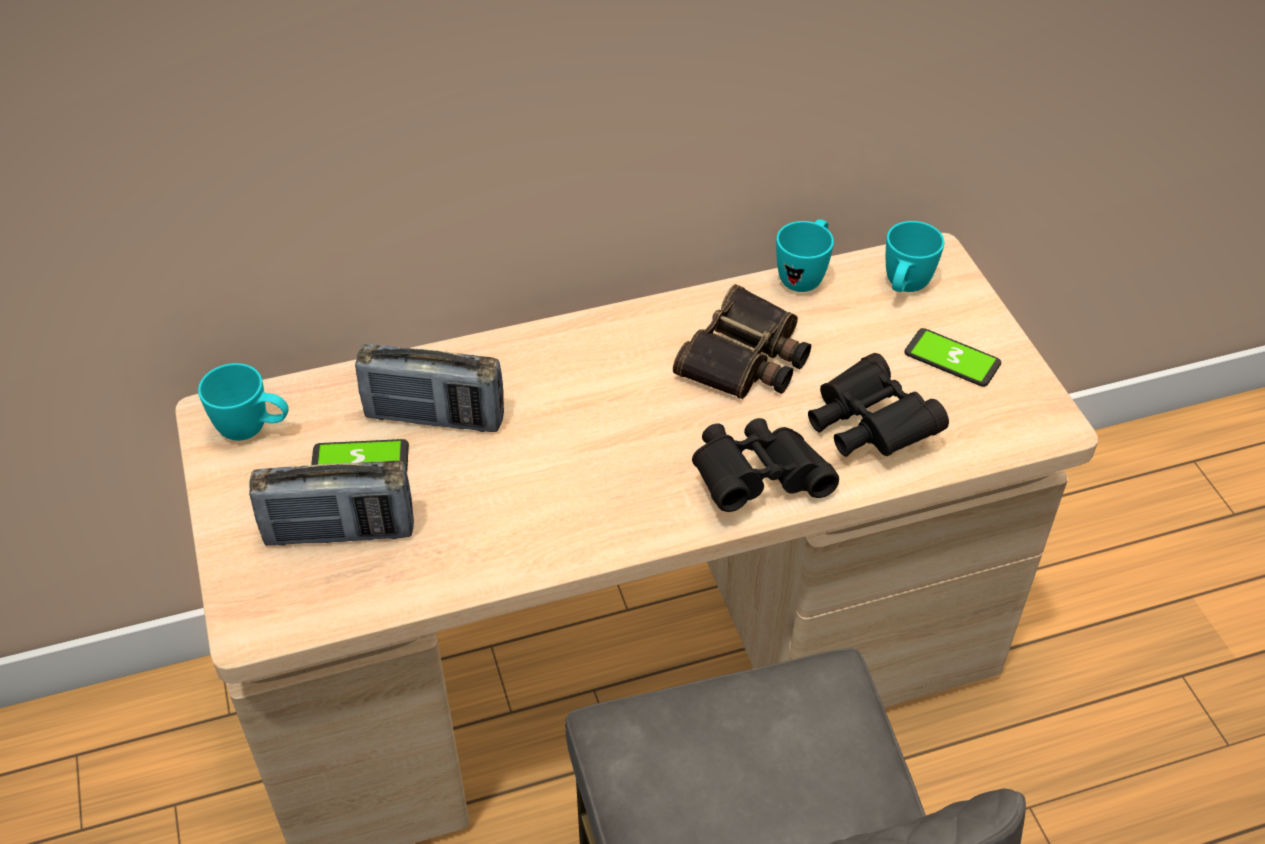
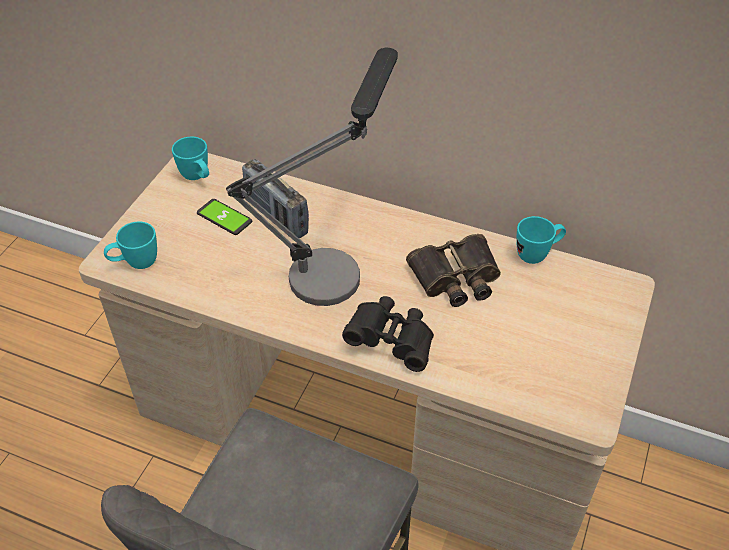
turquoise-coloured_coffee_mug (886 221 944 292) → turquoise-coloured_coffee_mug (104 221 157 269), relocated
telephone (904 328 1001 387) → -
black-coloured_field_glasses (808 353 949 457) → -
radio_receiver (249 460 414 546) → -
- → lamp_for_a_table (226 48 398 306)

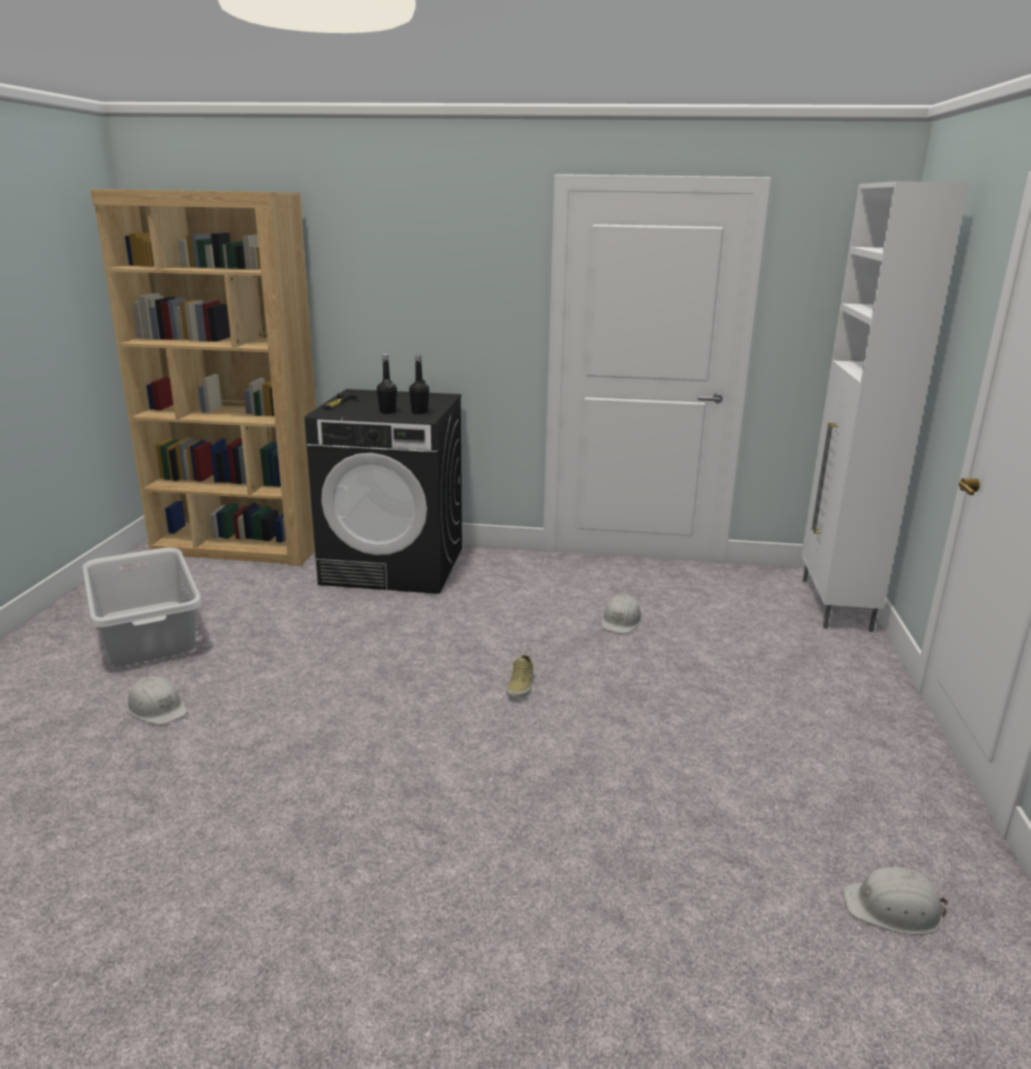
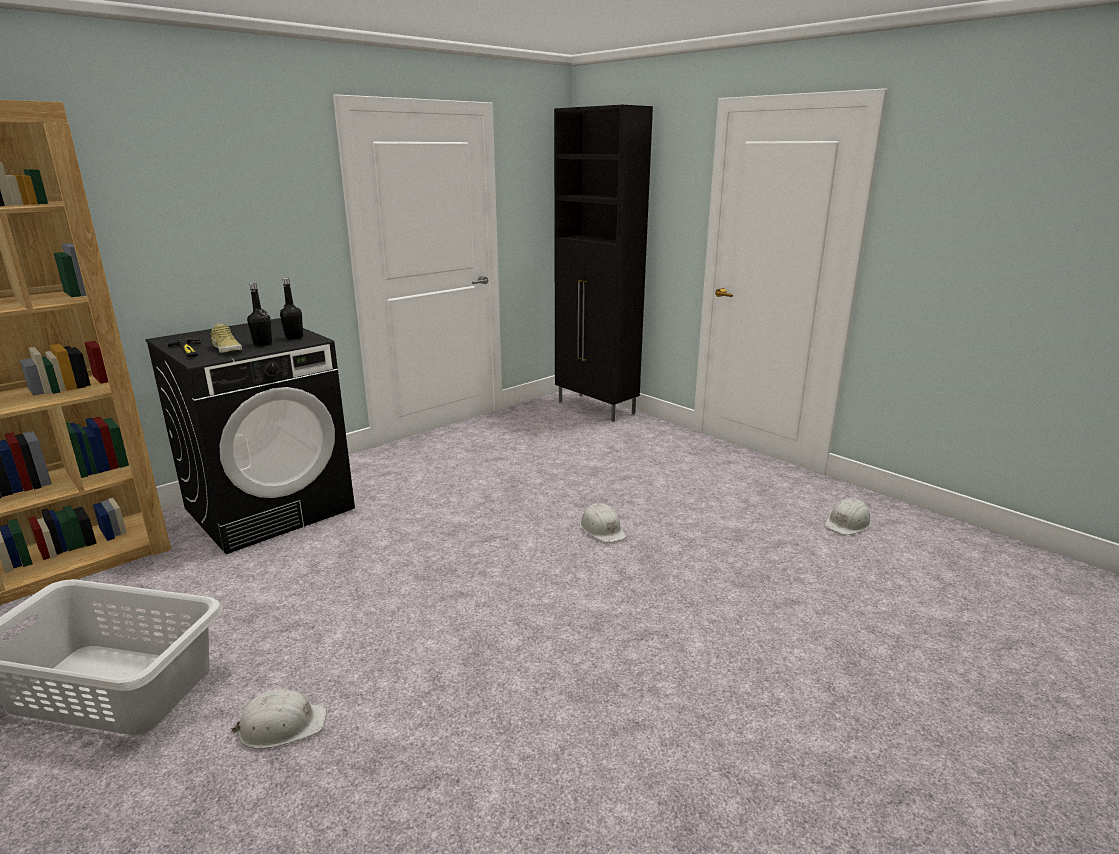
white_cupboard (801 181 969 632) → black-coloured_cupboard (554 105 653 422)
white_safety_helmet (602 594 642 634) → white_safety_helmet (580 503 626 543), relocated
beige_low_shoe (506 654 534 698) → beige_low_shoe (211 323 242 353), relocated

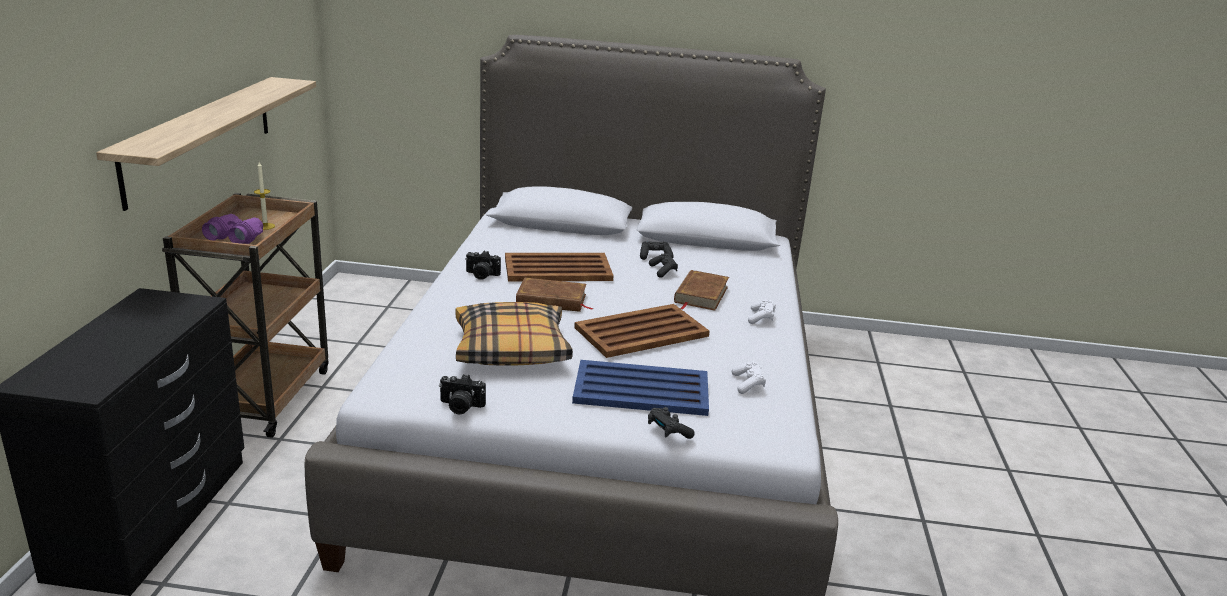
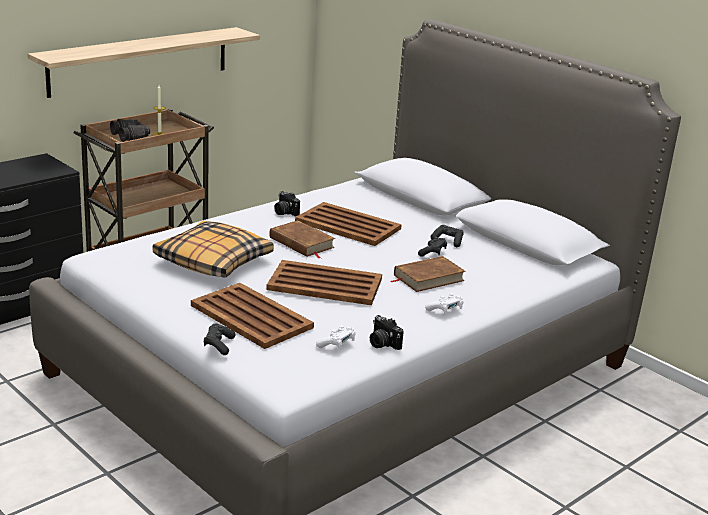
purplish_field_glasses (202 214 263 244) → black-coloured_field_glasses (110 119 150 142)
bluish_serving_tray (572 360 709 416) → brown_serving_tray (191 283 314 349)
photo_camera (439 374 486 415) → photo_camera (370 315 404 350), relocated

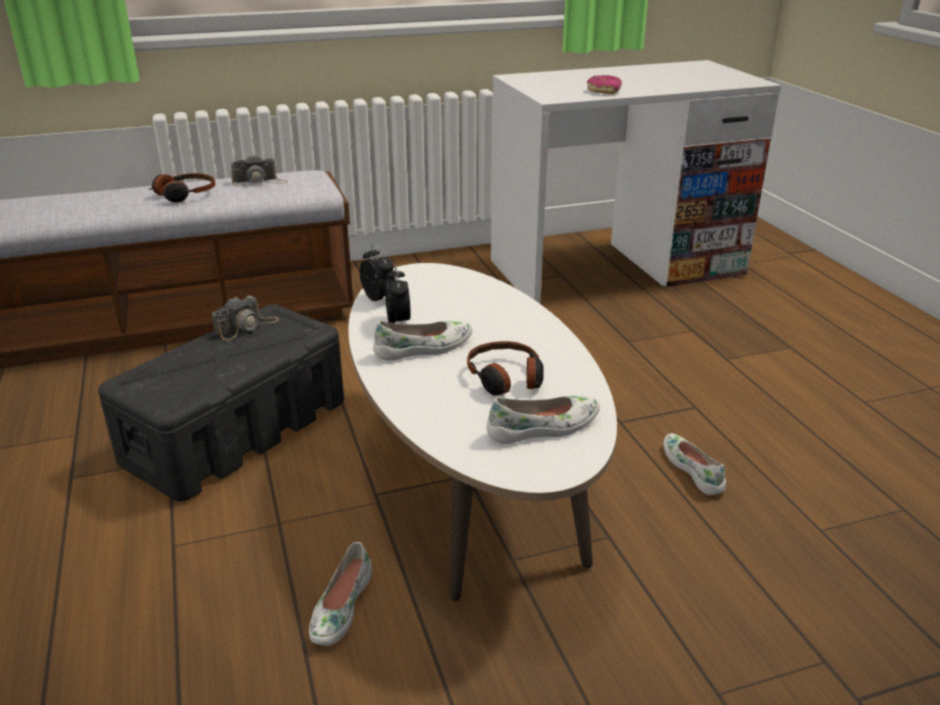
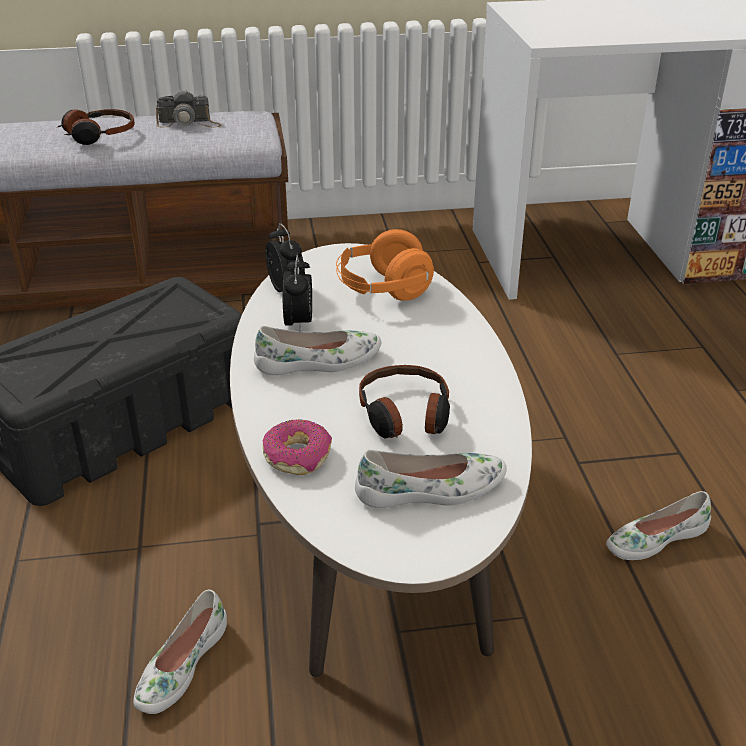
ring_doughnut (587 75 622 94) → ring_doughnut (263 419 332 475), relocated
photo_camera (212 296 279 340) → -
white_low_shoe (663 433 726 495) → white_low_shoe (606 491 711 560), 105 degrees counterclockwise
- → orange_pair_of_headphones (336 229 434 301)

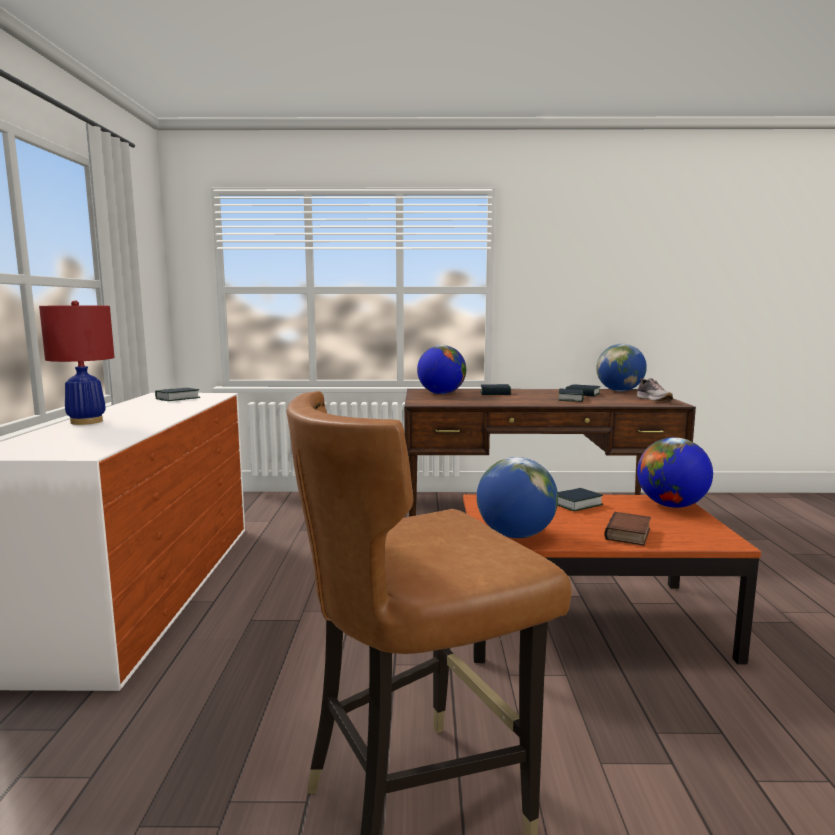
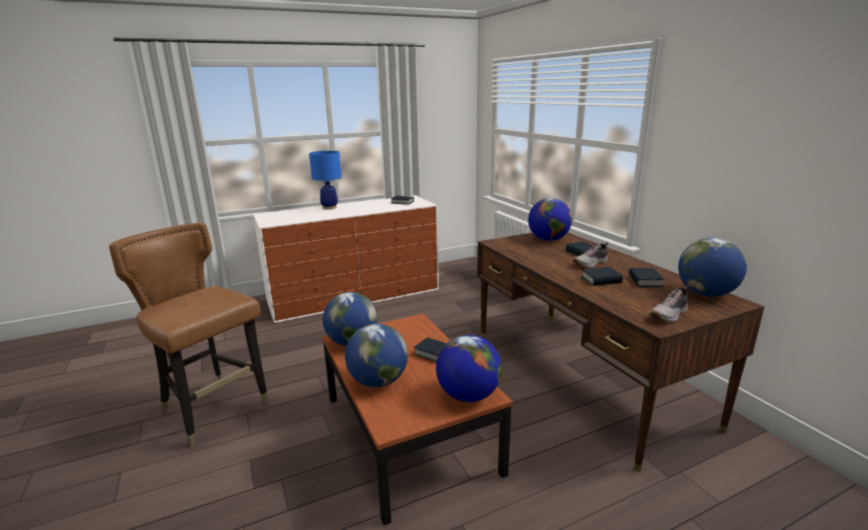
red_lamp_for_a_table (39 300 114 425) → bluish_lamp_for_a_table (309 150 341 210)
book (604 512 651 546) → globe (345 324 408 387)
- → low_shoe (573 242 608 268)

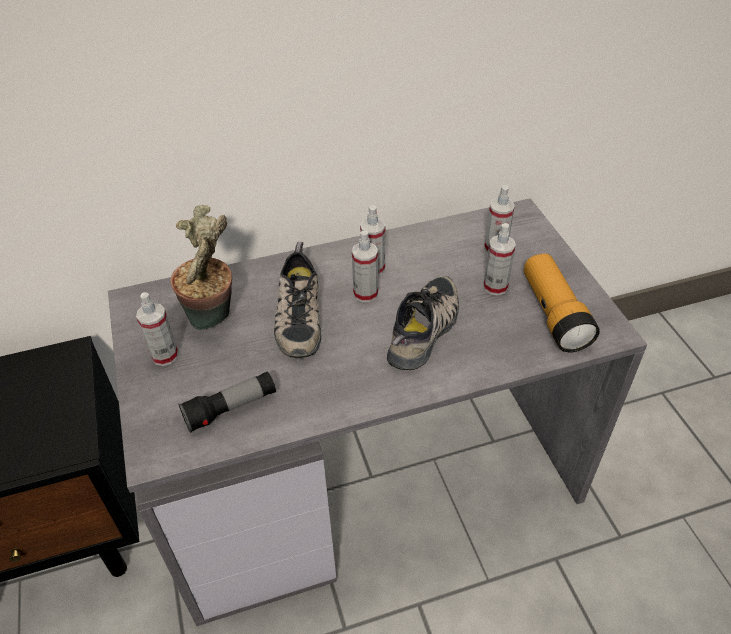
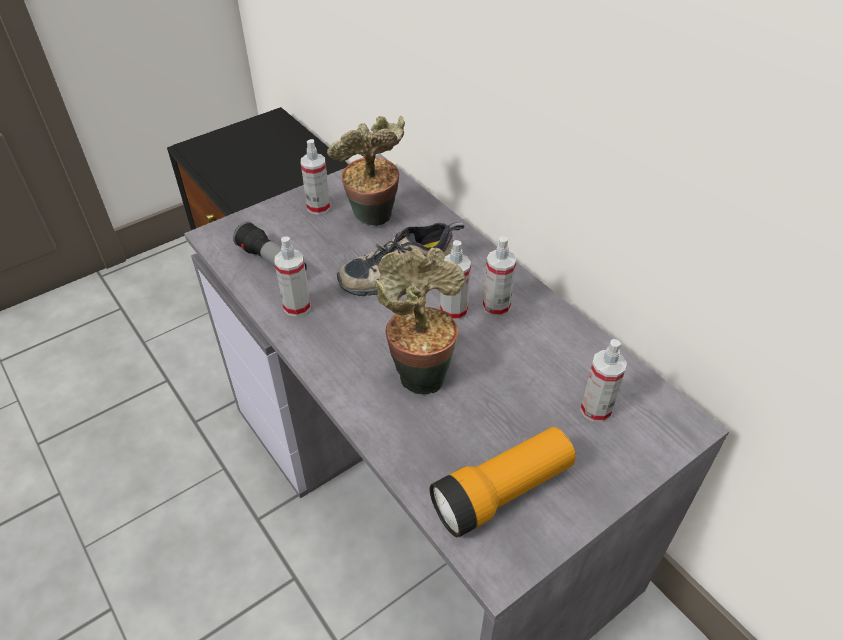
sprayer (483 223 516 296) → sprayer (274 237 311 317), relocated
low_shoe (387 276 459 370) → potted_plant (375 248 465 395)

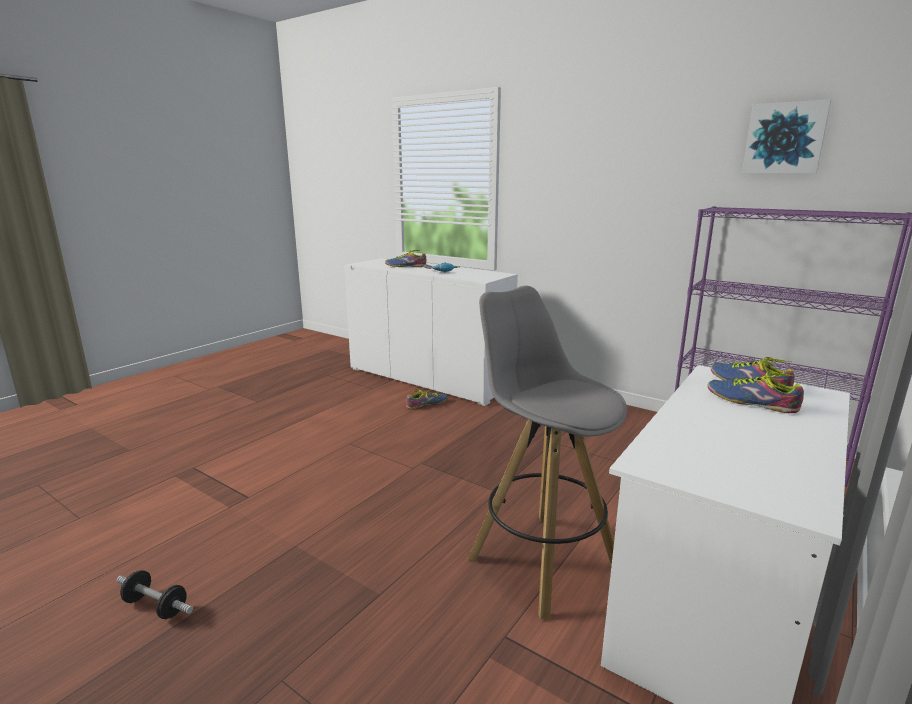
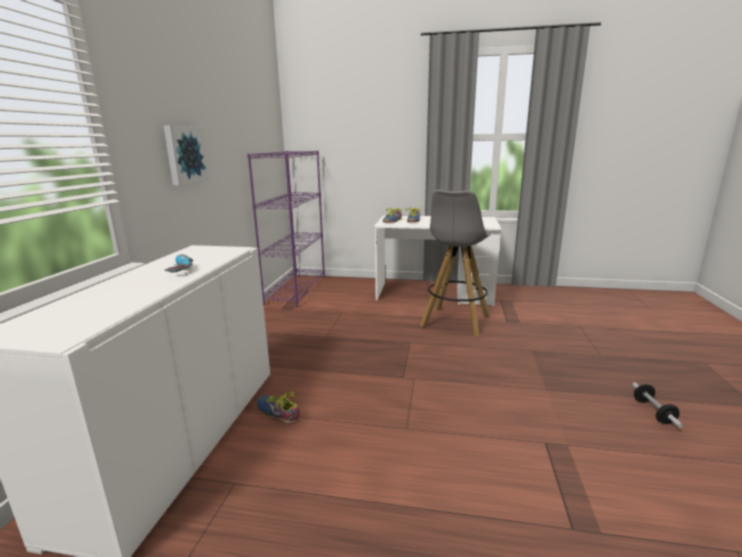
picture (742 99 831 173) → picture (164 126 209 185), relocated
low_shoe (385 250 427 267) → -

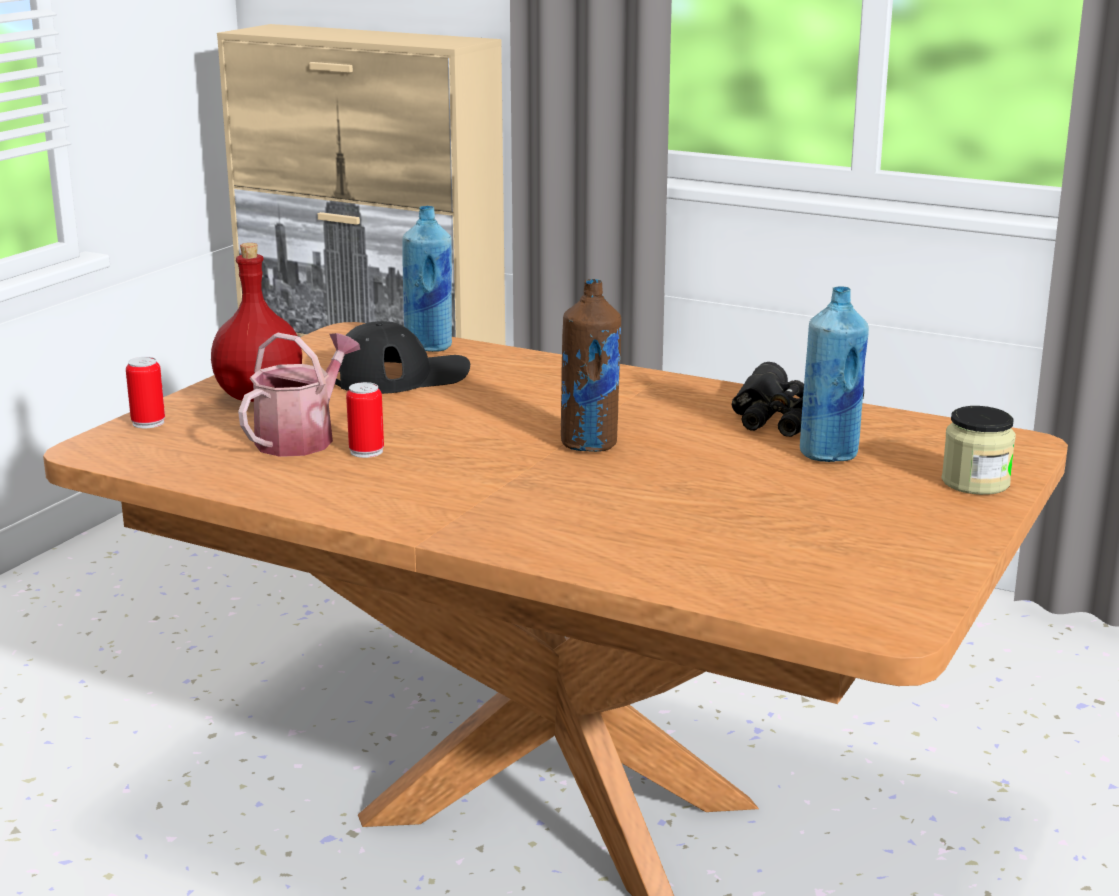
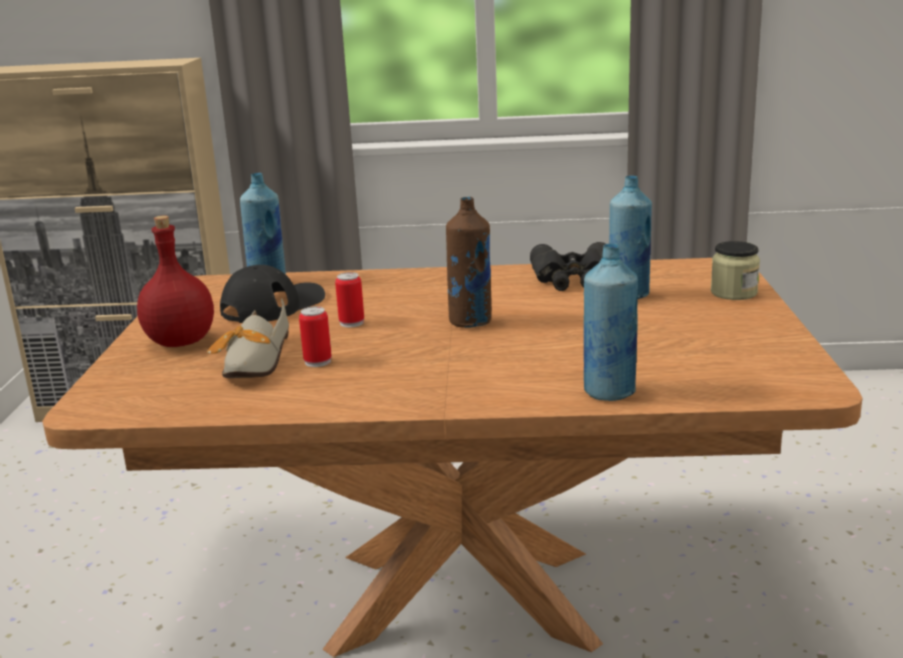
watering_pot (238 333 360 457) → low_shoe (207 298 289 378)
metal_can (126 357 165 428) → metal_can (335 272 364 327), relocated
- → bluish_beverage_bottle (584 243 638 401)

